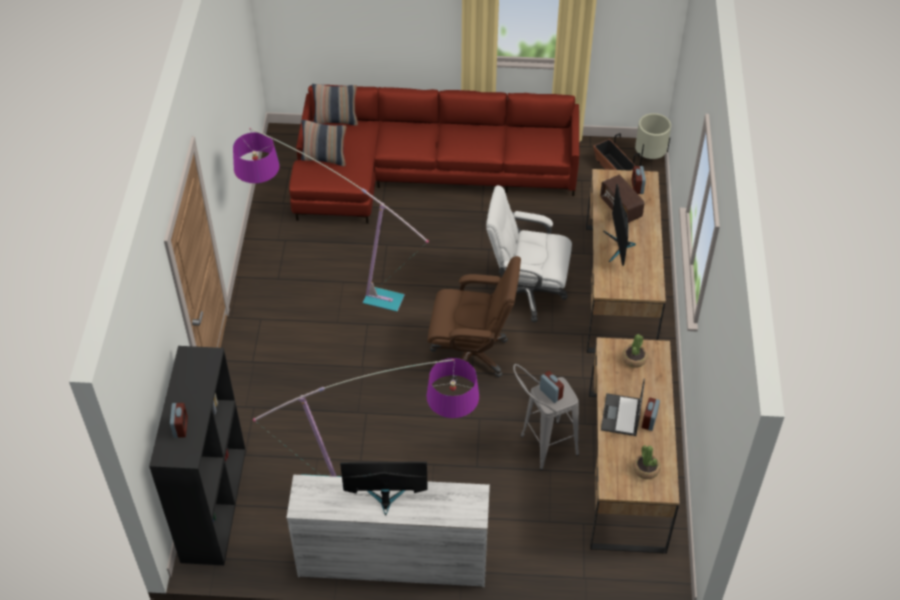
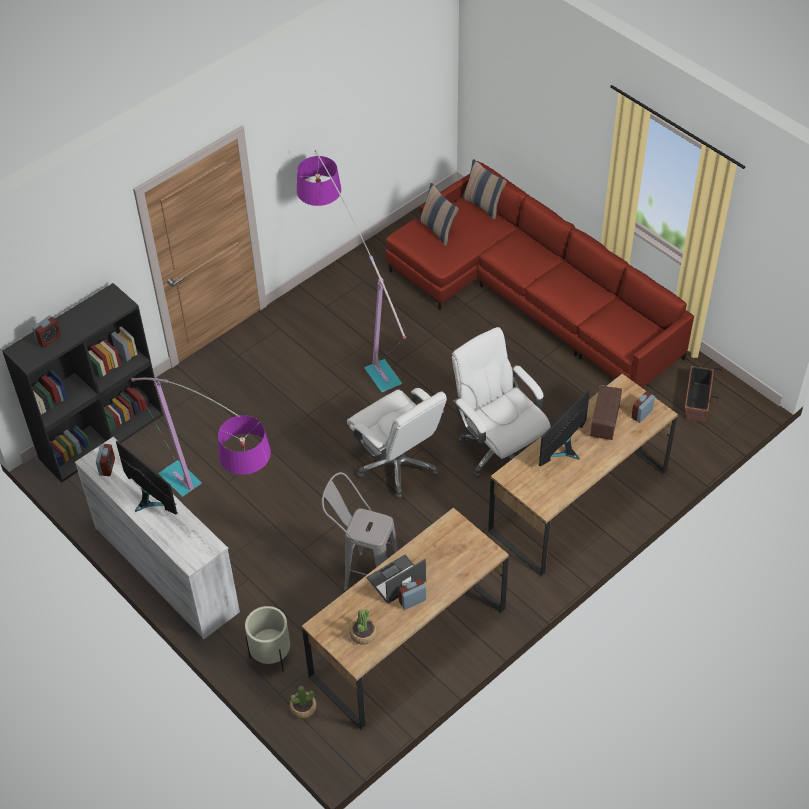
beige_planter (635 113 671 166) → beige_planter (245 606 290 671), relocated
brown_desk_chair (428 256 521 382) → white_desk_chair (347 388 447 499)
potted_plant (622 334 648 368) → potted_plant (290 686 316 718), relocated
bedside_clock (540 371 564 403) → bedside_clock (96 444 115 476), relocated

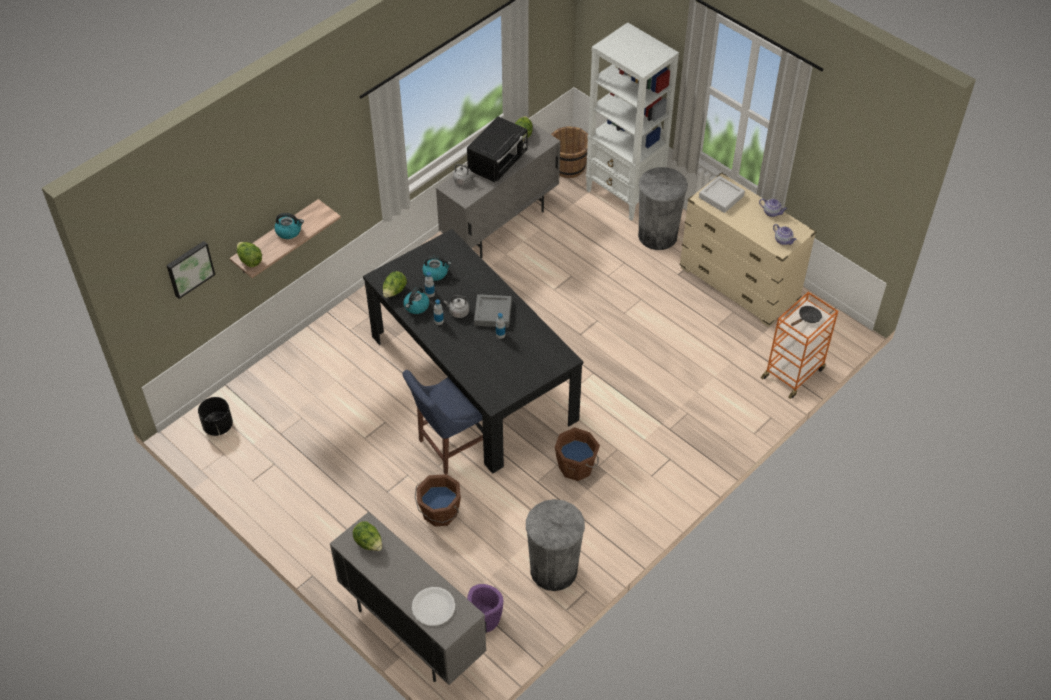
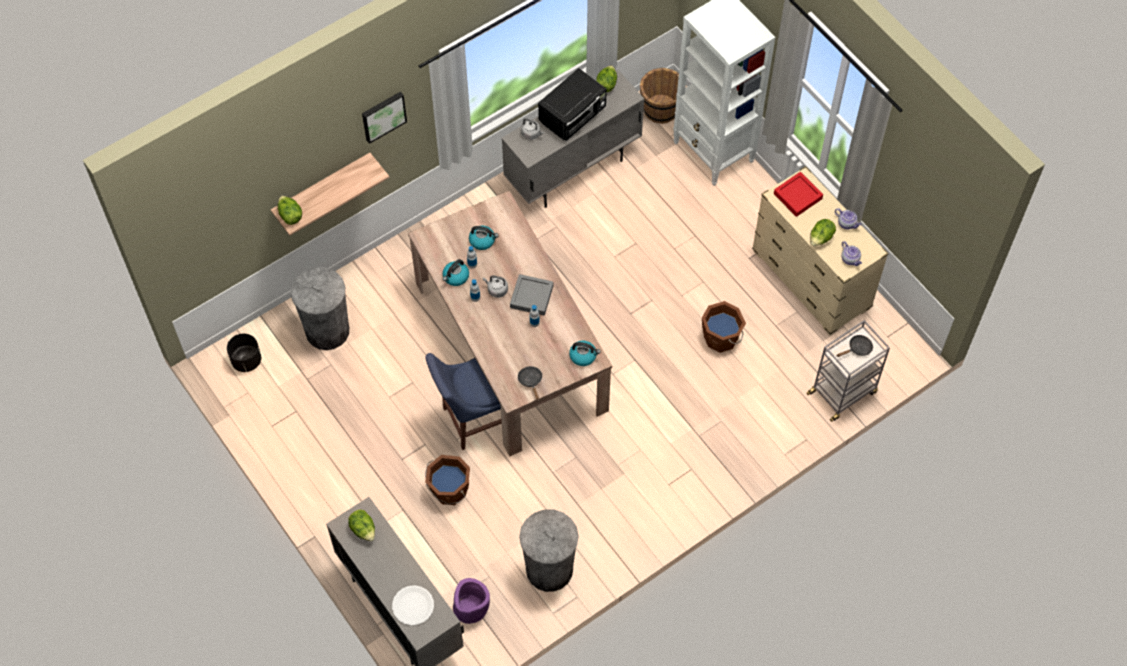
gray_waste_bin (638 167 688 250) → gray_waste_bin (291 267 349 350), relocated
gray_serving_tray (699 176 745 213) → red_serving_tray (774 172 823 217)
kettle (275 213 304 239) → kettle (569 340 601 366), relocated
black-coloured_kitchen_table (363 229 583 474) → beige_kitchen_table (408 191 612 456)
picture (166 241 215 299) → picture (362 92 407 144), relocated
lettuce (383 271 407 298) → lettuce (810 219 836 246), relocated
orange_cart (761 292 838 399) → gray_cart (806 320 890 422)
brown_pail (555 427 600 481) → brown_pail (702 301 746 353), relocated
- → black-coloured_skillet (518 366 542 401)

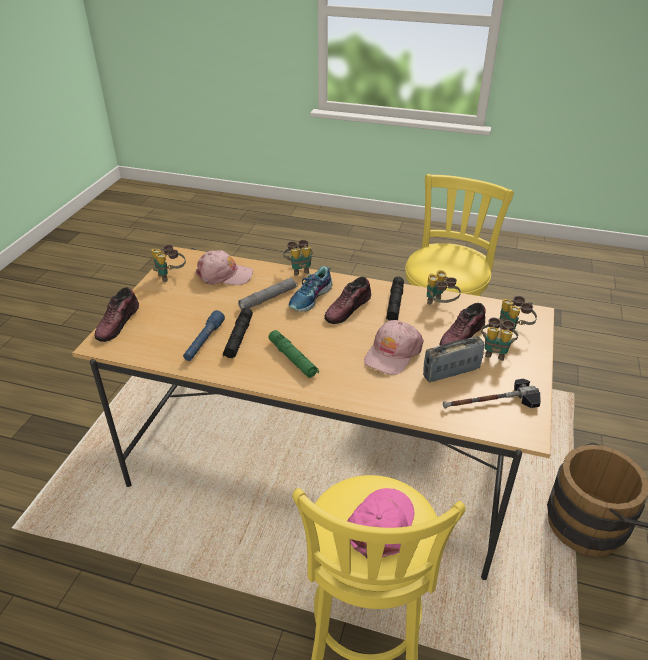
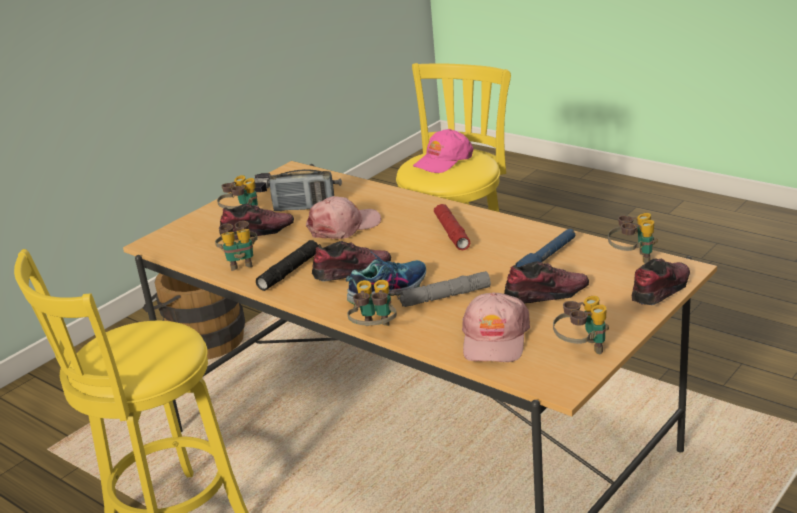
pink-coloured_peaked_cap (195 250 253 285) → pink-coloured_peaked_cap (462 292 530 362), 105 degrees counterclockwise
field_glasses (499 296 537 329) → field_glasses (608 213 658 264), relocated
black-coloured_flashlight (223 308 253 358) → -
greenish_flashlight (269 330 319 378) → red_flashlight (434 204 470 250)
- → low_shoe (504 261 589 303)

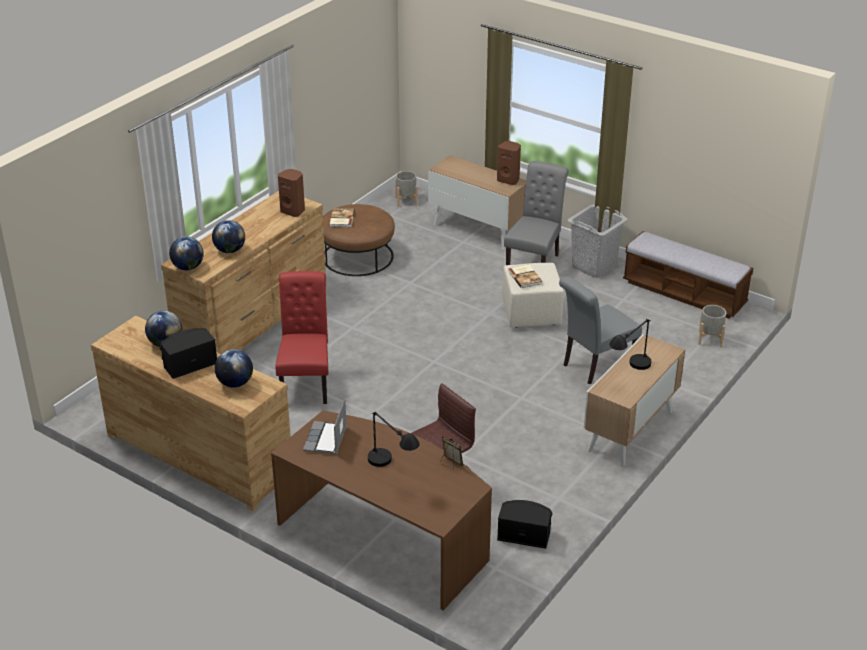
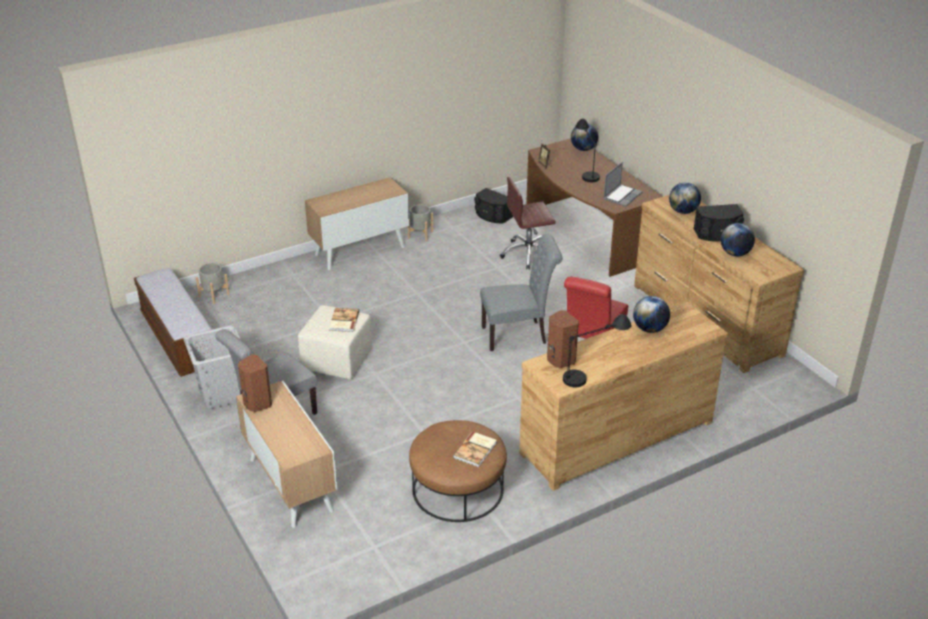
gray_planter (395 171 418 207) → gray_planter (408 204 433 242), relocated
globe (169 237 204 270) → globe (571 124 598 151), relocated
gray_plain_chair (559 276 642 385) → gray_plain_chair (480 234 563 351), relocated
black-coloured_lamp_for_a_table (609 319 651 370) → black-coloured_lamp_for_a_table (563 314 631 387), relocated

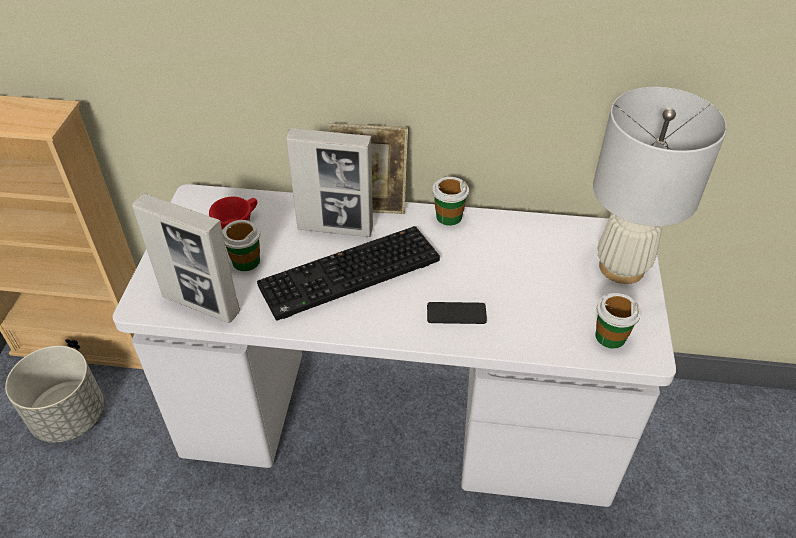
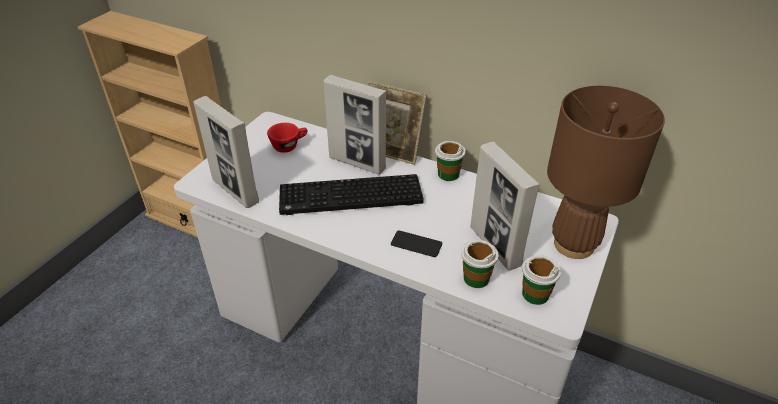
white_lamp_for_a_table (593 87 727 284) → brown_lamp_for_a_table (547 86 665 259)
small_cup (222 220 260 271) → small_cup (461 240 498 288), relocated
gray_planter (5 346 104 443) → -
- → picture_frame (470 142 540 271)

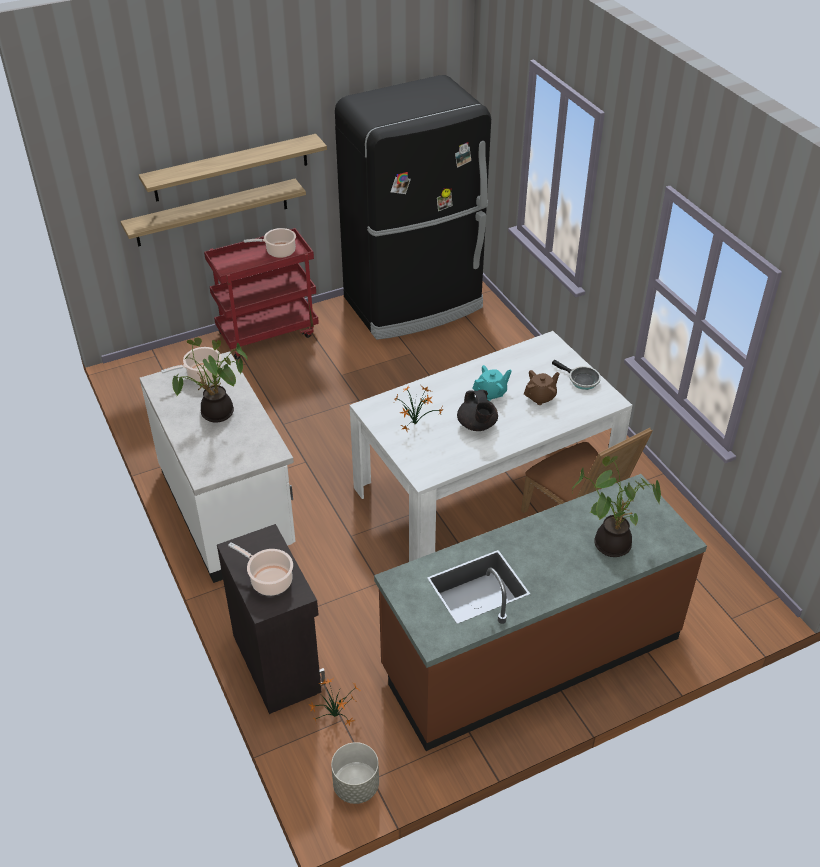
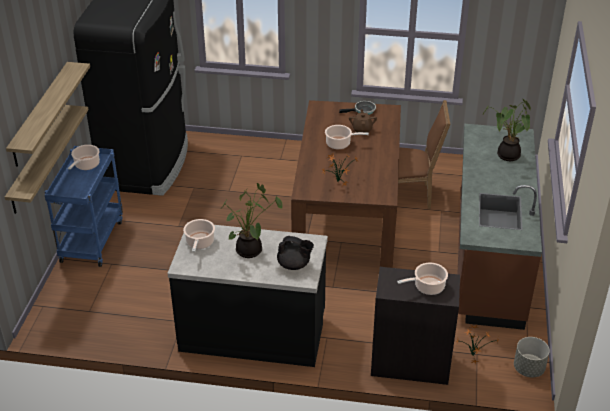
red_cart (204 228 319 359) → bluish_cart (45 146 123 267)
white_kitchen_table (350 331 632 562) → brown_kitchen_table (291 100 401 268)
white_kitchen_counter (140 351 296 583) → black-coloured_kitchen_counter (167 225 328 367)
turquoise-coloured_tea_pot (473 365 512 401) → stockpot (325 125 369 149)
black-coloured_tea_pot (457 390 498 431) → black-coloured_tea_pot (277 236 314 270), relocated

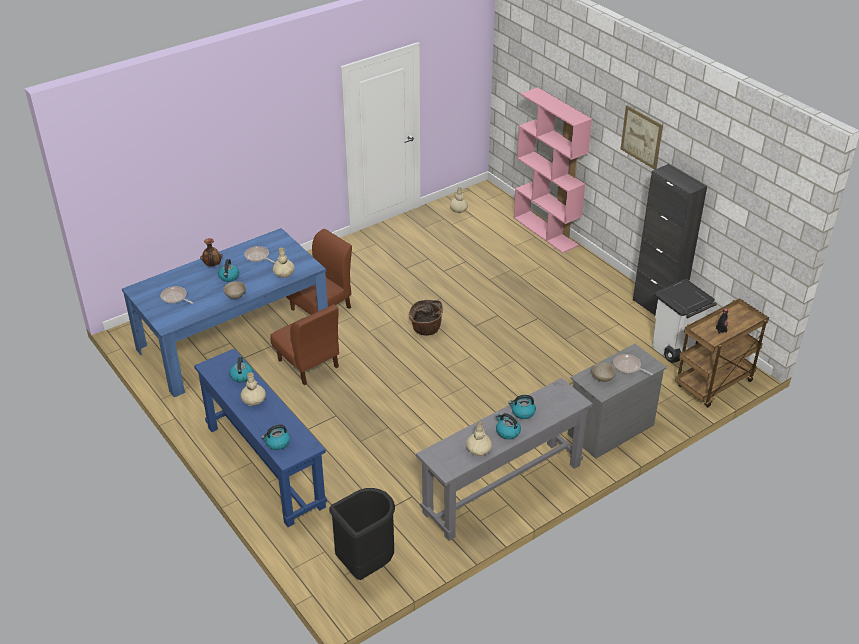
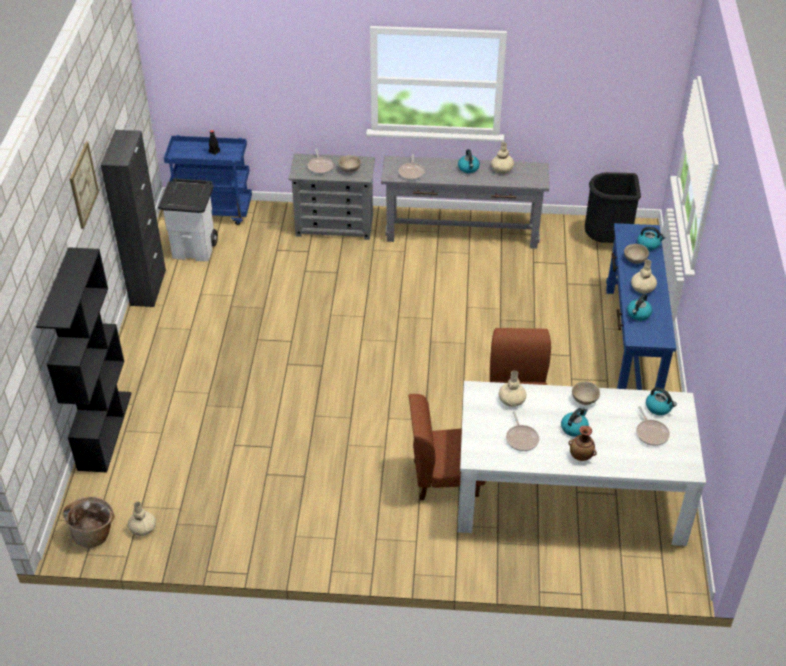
pink-coloured_bookcase (514 87 592 253) → black-coloured_bookcase (36 247 132 472)
bluish_kitchen_table (122 228 328 397) → white_kitchen_table (458 381 706 546)
brown_cart (675 298 769 407) → bluish_cart (164 135 252 225)
storage_basket (409 300 443 336) → storage_basket (63 496 114 548), relocated
kettle (508 395 536 419) → kettle (646 387 677 415), relocated
- → skillet (398 154 425 180)
- → beige_bowl (624 244 649 264)

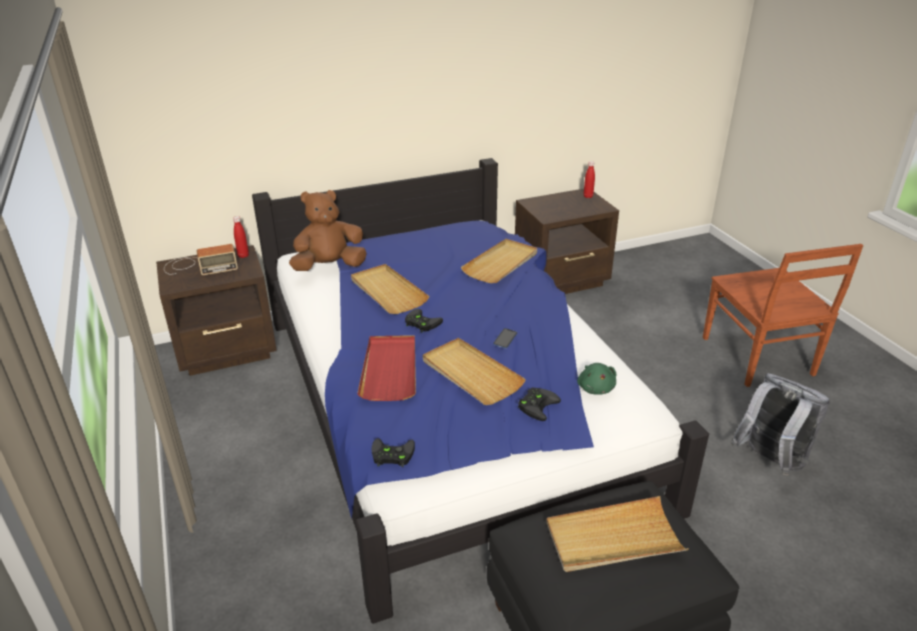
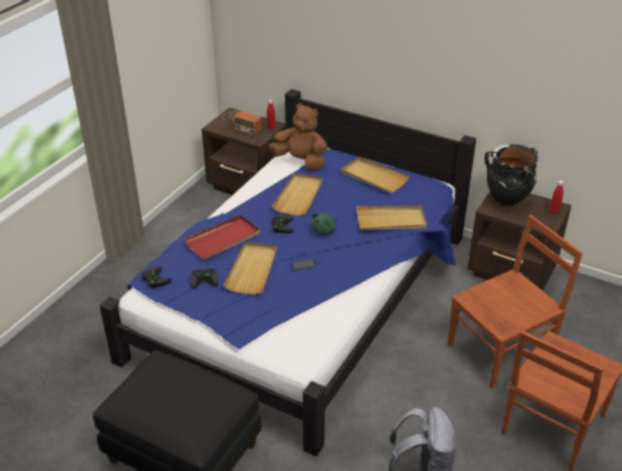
greenish_plush_toy (577 363 616 395) → greenish_plush_toy (311 213 337 234), relocated
black-coloured_joypad (518 387 561 421) → black-coloured_joypad (191 268 218 288), relocated
beige_serving_tray (546 496 689 572) → beige_serving_tray (341 157 409 193), relocated
- → black-coloured_decorative_vase (484 144 538 207)
- → brown_plain_chair (448 215 583 388)

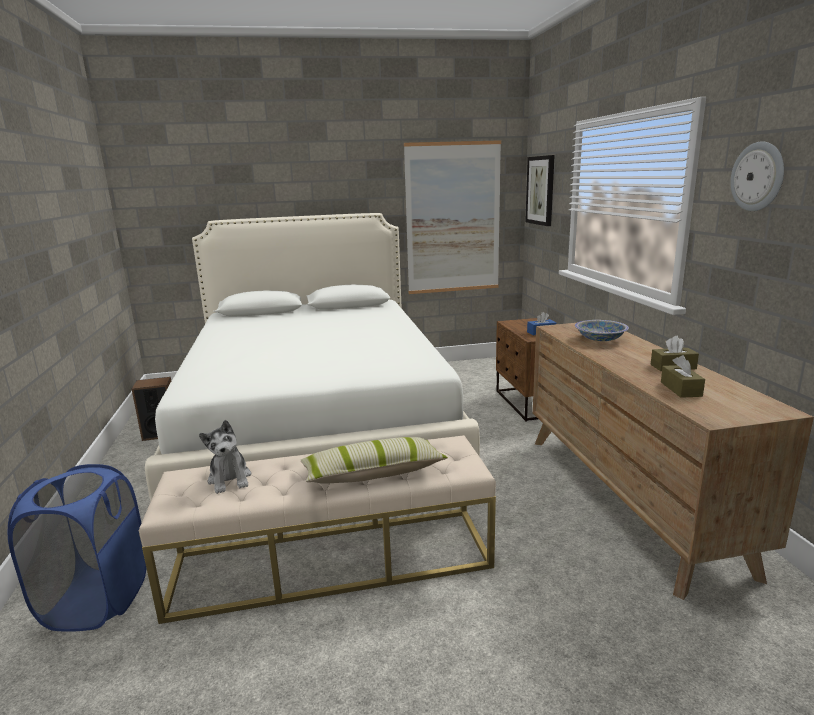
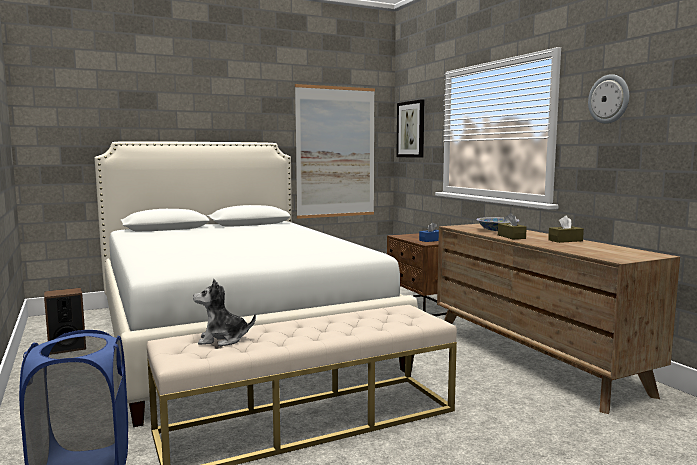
brown_tissue_box (661 355 705 398) → brown_tissue_box (498 213 527 239), relocated
plush_toy (199 420 251 494) → plush_toy (193 279 256 346), 120 degrees clockwise
cushion (301 437 448 484) → -

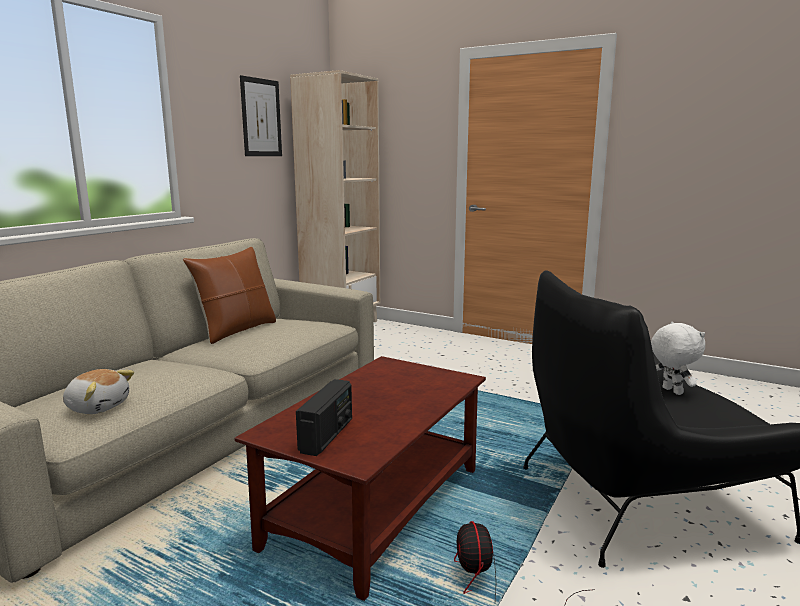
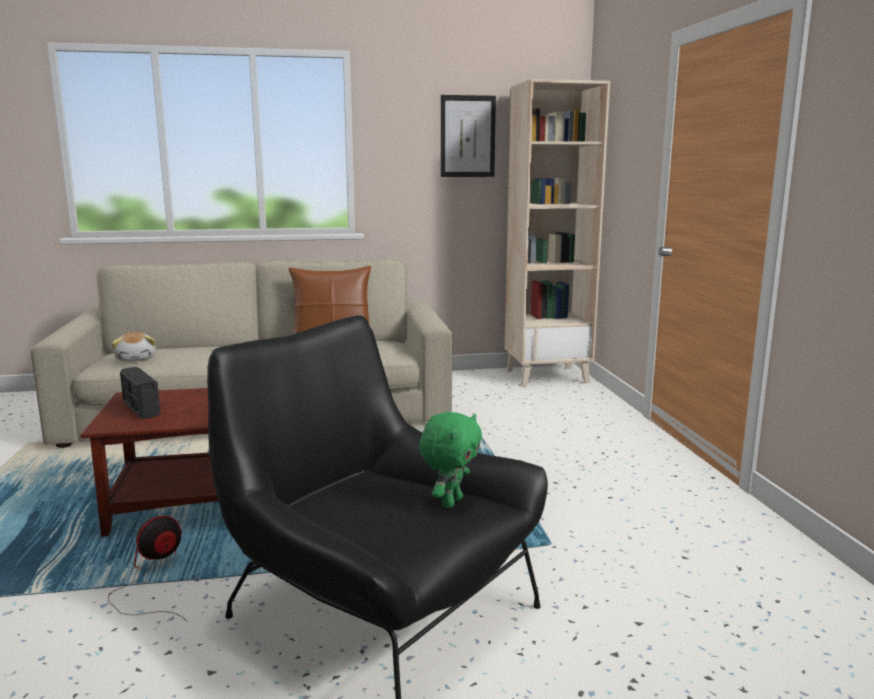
white_plush_toy (651 322 705 395) → greenish_plush_toy (419 412 482 509)
radio_receiver (296 379 352 456) → radio_receiver (120 367 161 419), 75 degrees clockwise

